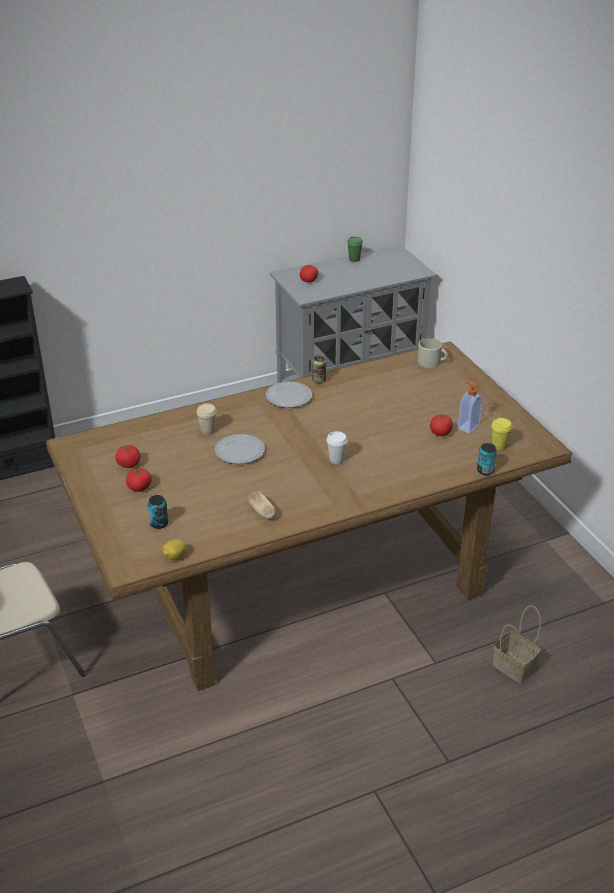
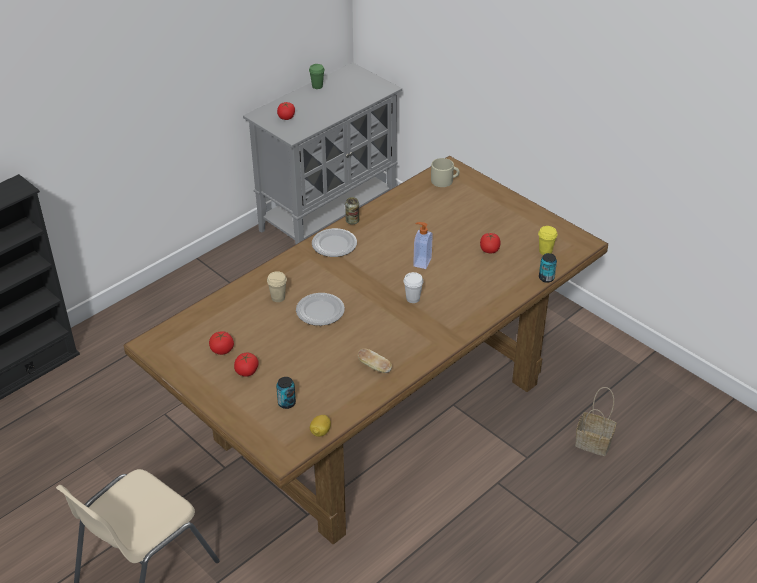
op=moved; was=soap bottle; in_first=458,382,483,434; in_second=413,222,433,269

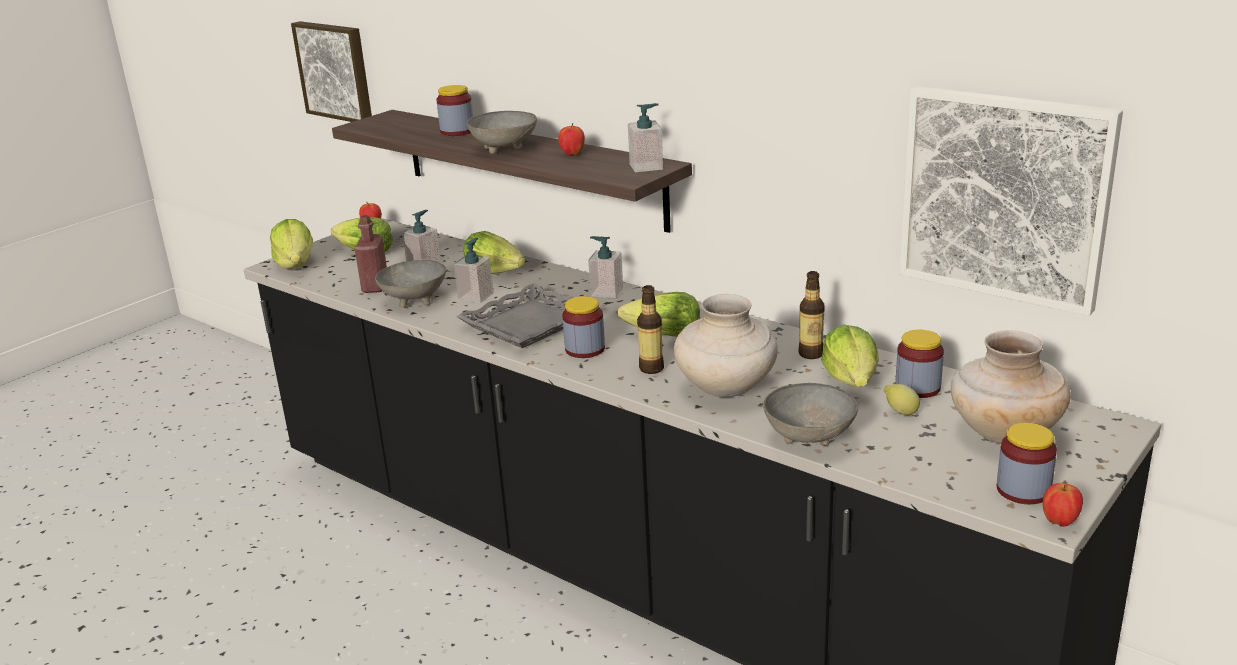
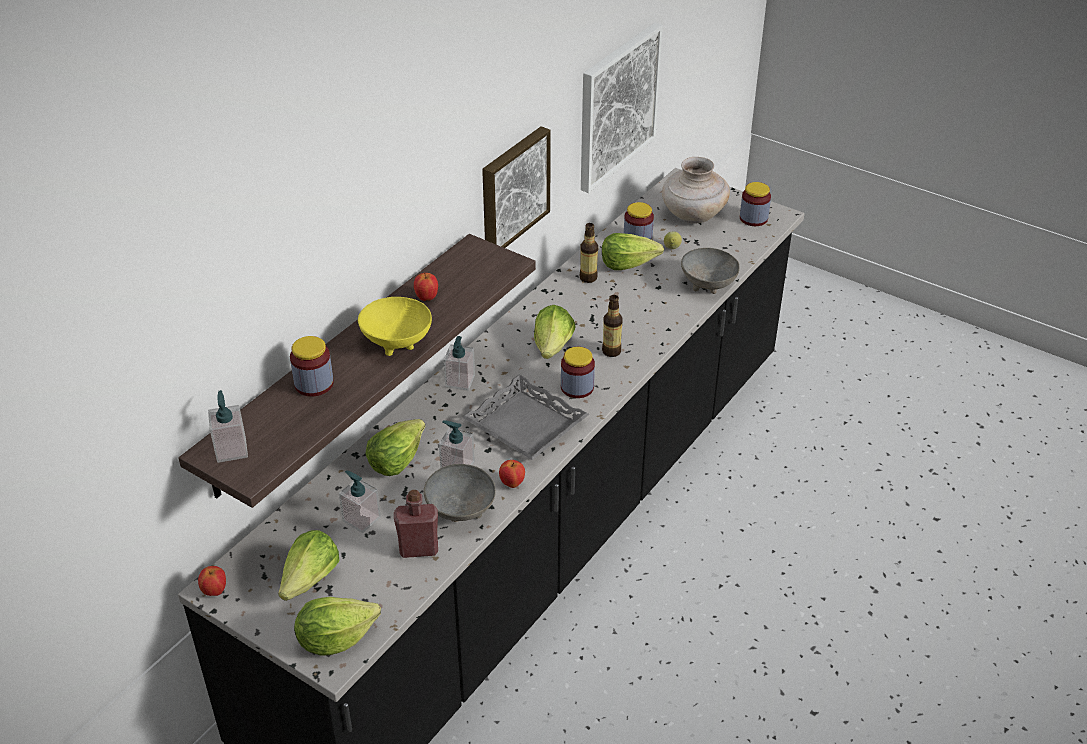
op=moved; was=picture; in_first=291,21,372,122; in_second=482,126,551,248
op=recoloured; was=gray serving bowl; now=yellowish serving bowl; in_first=467,111,537,154; in_second=358,297,432,356
op=moved; was=soap bottle; in_first=628,103,663,172; in_second=208,390,248,463
op=removed; was=sand-coloured vase; in_first=674,294,778,397
op=moved; was=apple fruit; in_first=1043,483,1083,527; in_second=499,460,525,488

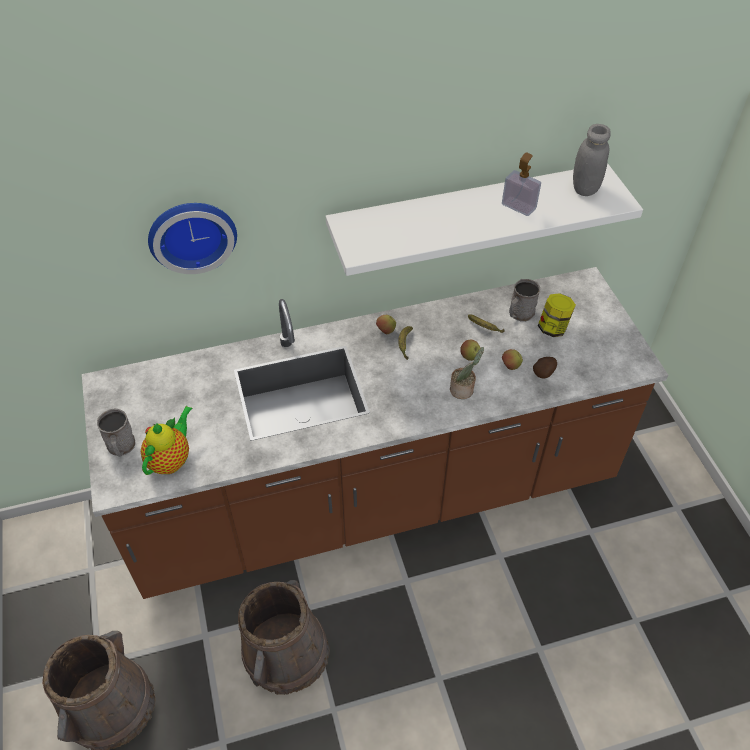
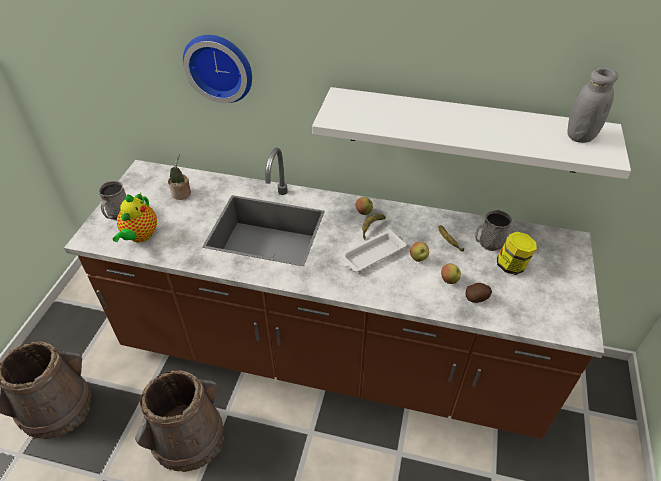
op=turned; was=tea pot; in_first=141,406,193,475; in_second=113,193,157,242; clockwise=135
op=moved; was=houseplant; in_first=450,347,484,399; in_second=168,154,191,200
op=removed; was=soap bottle; in_first=502,152,541,216
op=added; now=white-coloured carrying tray; in_second=340,229,406,272

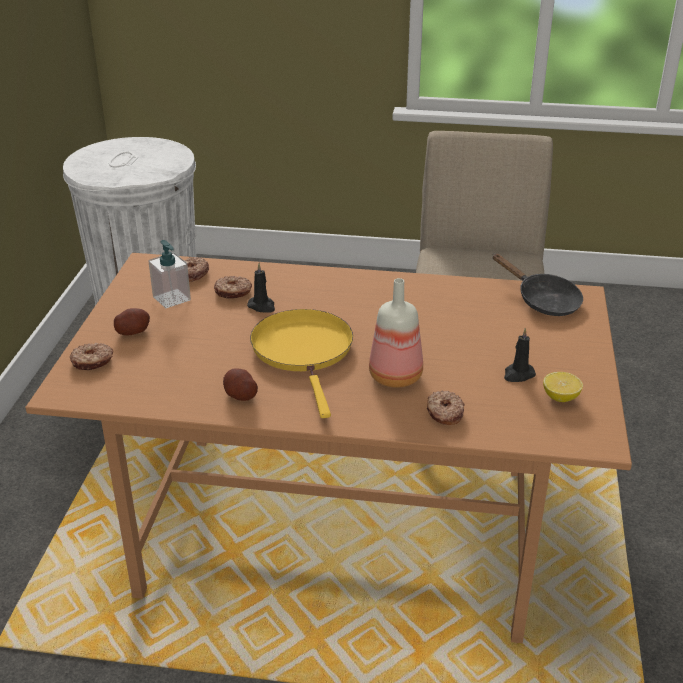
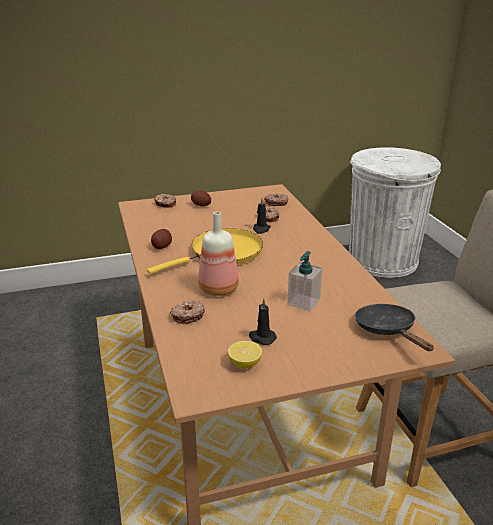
op=moved; was=soap bottle; in_first=148,240,191,308; in_second=287,251,322,311
op=turned; was=blackish skillet; in_first=493,254,583,316; in_second=355,304,434,351; clockwise=135

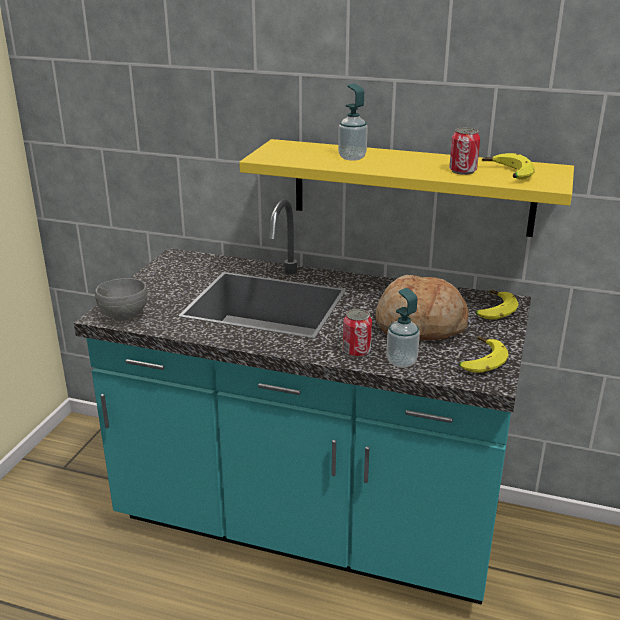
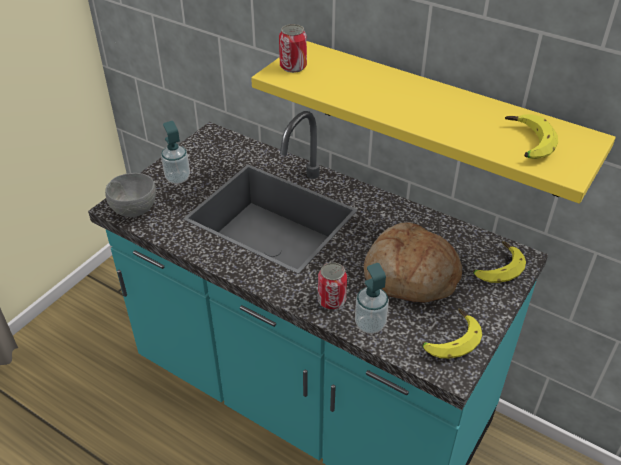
op=moved; was=soap bottle; in_first=338,83,368,161; in_second=161,121,190,184
op=moved; was=can; in_first=449,128,480,175; in_second=279,24,307,73

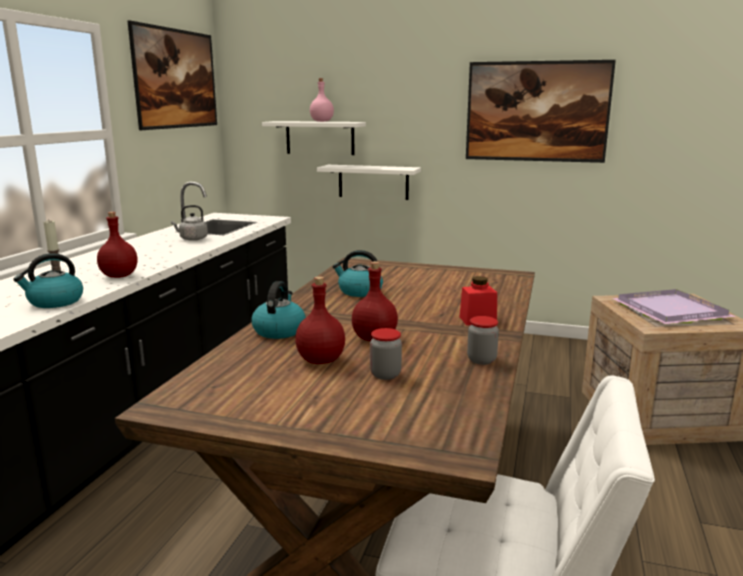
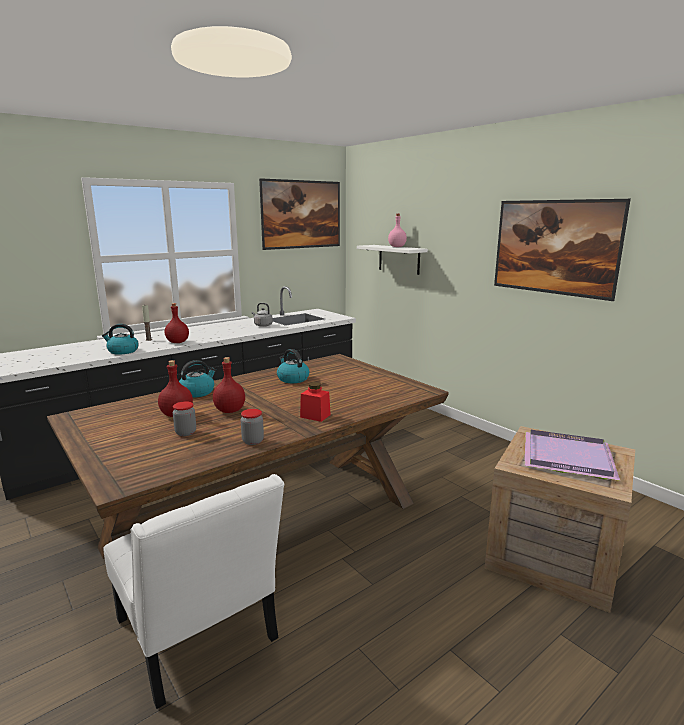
op=removed; was=white-coloured shelf; in_first=317,165,421,200

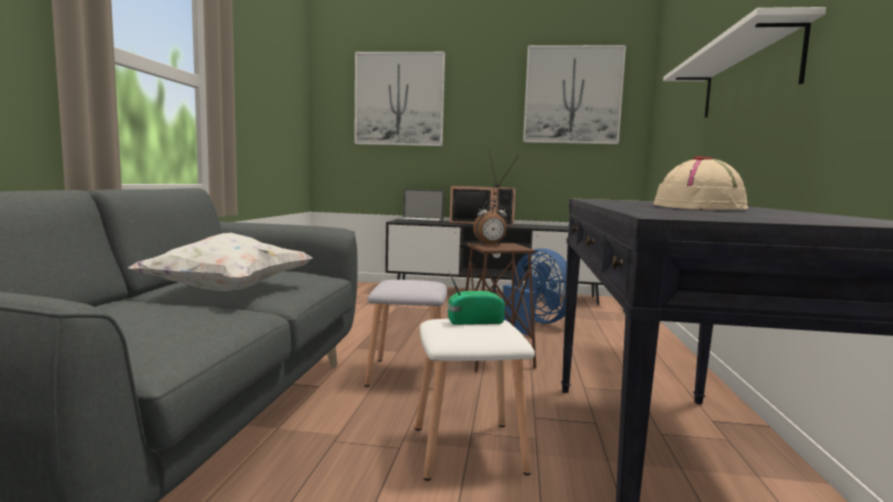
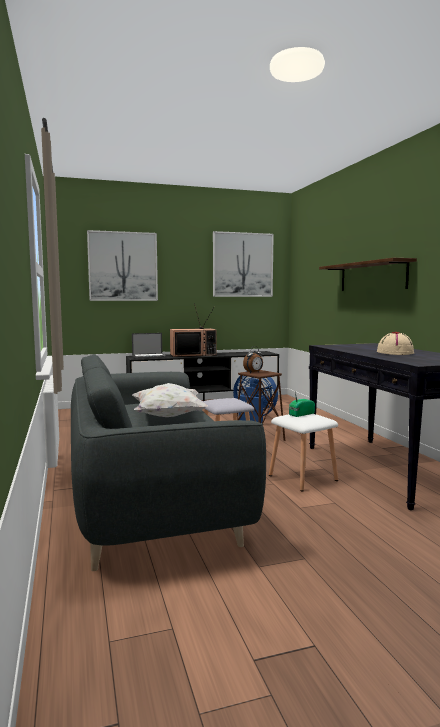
op=recoloured; was=white-coloured shelf; now=brown shelf; in_first=663,7,826,118; in_second=319,258,417,291

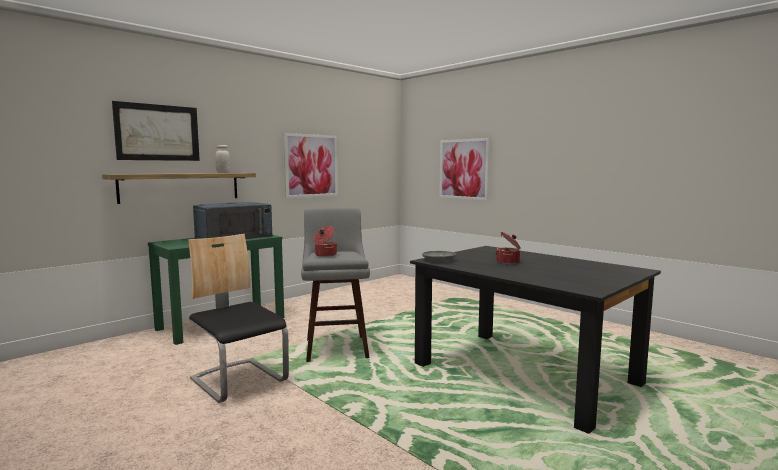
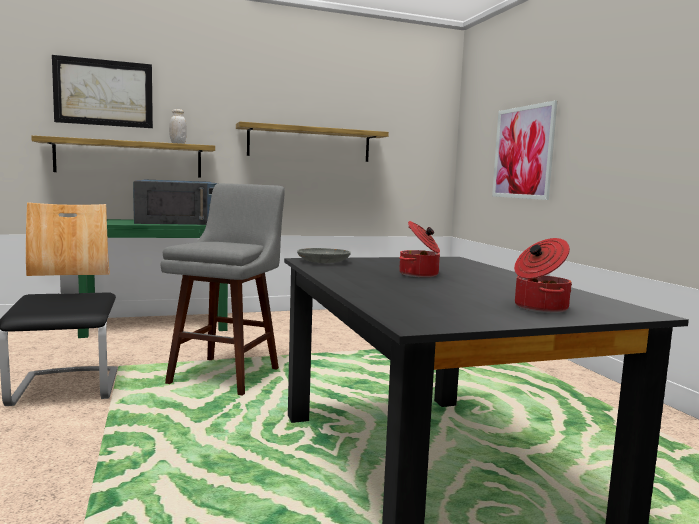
op=replaced; was=picture; now=shelf; in_first=284,133,338,198; in_second=236,122,389,162
op=moved; was=stockpot; in_first=314,226,337,257; in_second=514,238,572,313

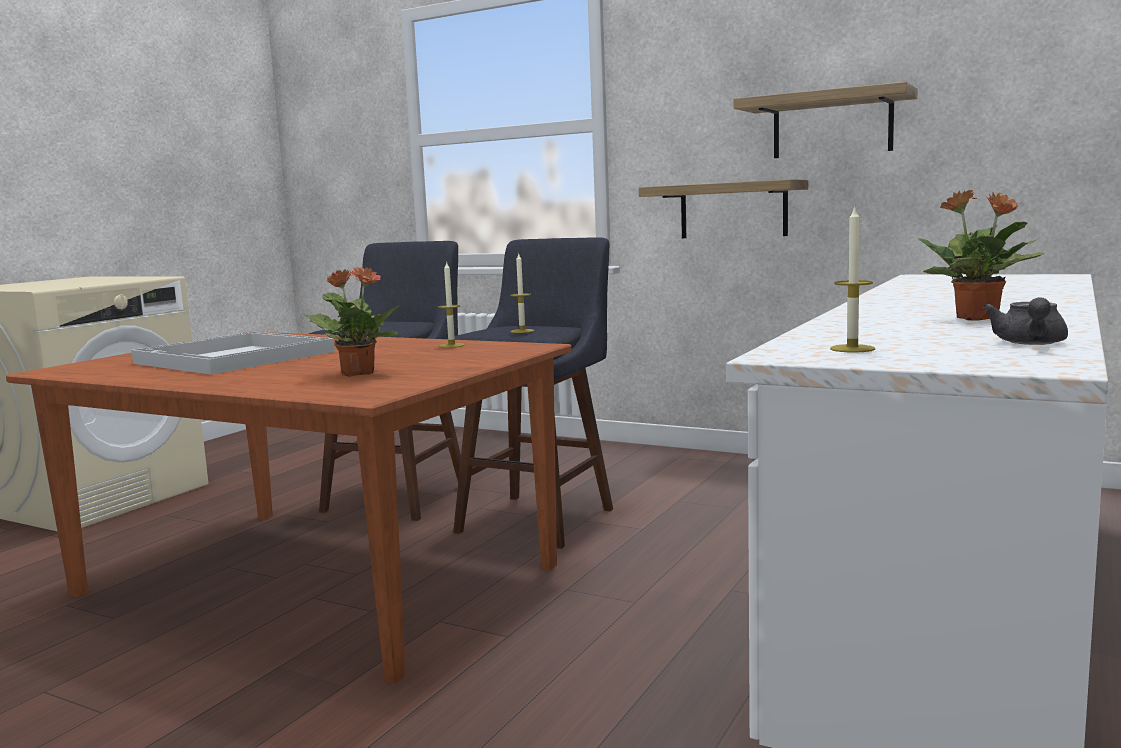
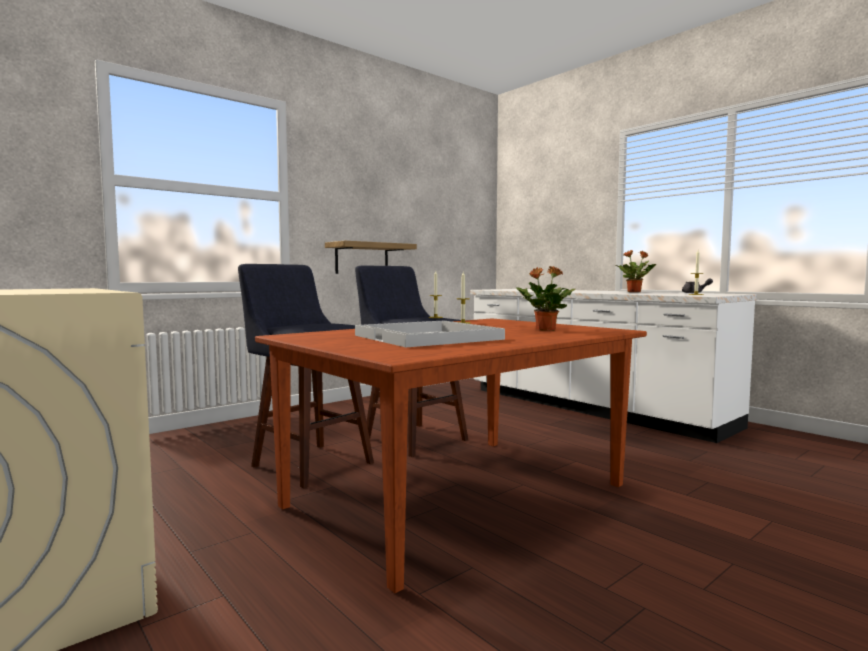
op=removed; was=shelf; in_first=733,82,918,158

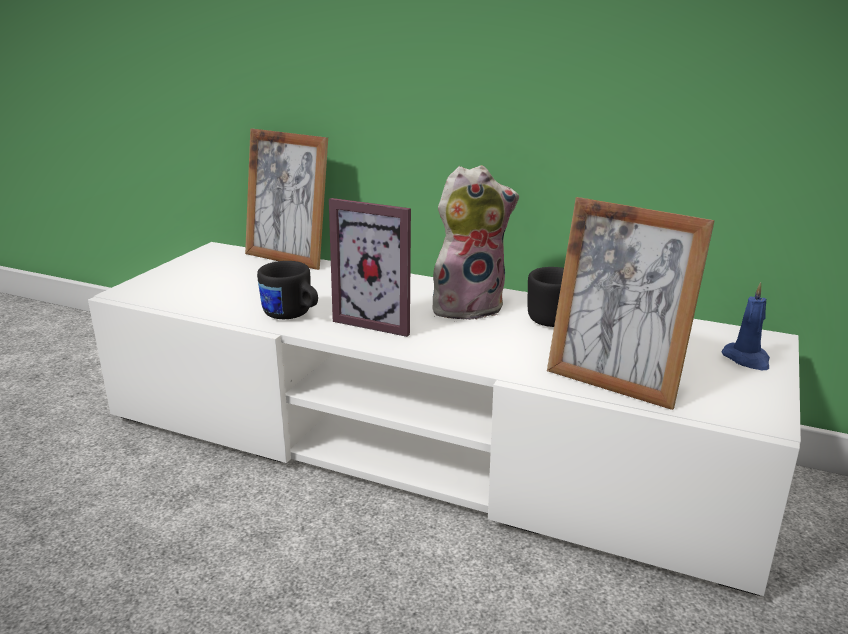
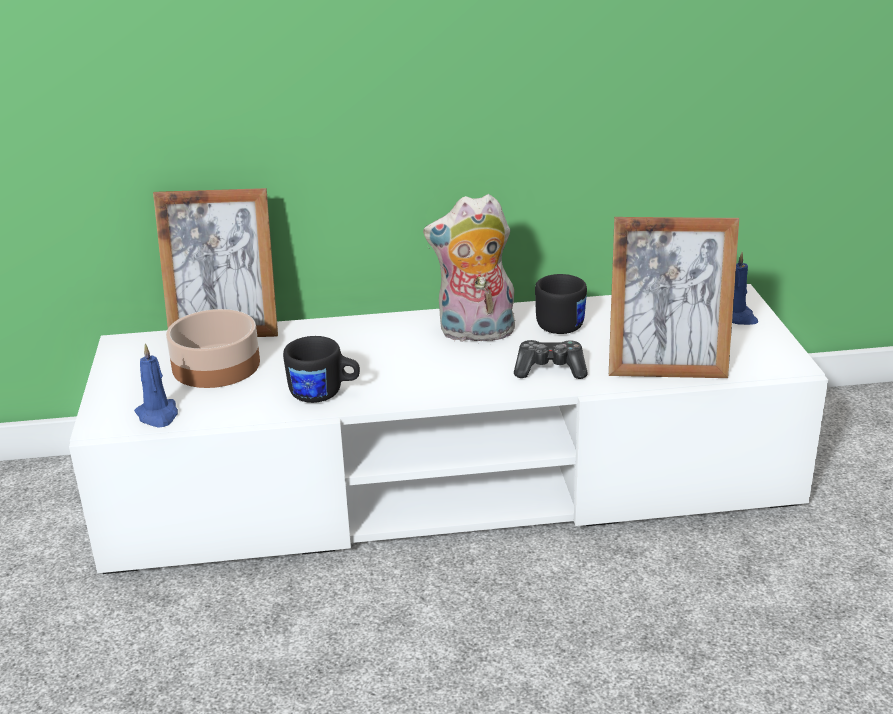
op=removed; was=photo frame; in_first=329,198,411,337
op=turned; was=soft toy; in_first=433,165,519,320; in_second=423,194,515,345; clockwise=-135
op=added; now=blue-coloured wax candle; in_second=134,343,178,428
op=added; now=serving bowl; in_second=166,309,260,388
op=added; now=joypad; in_second=514,340,588,379

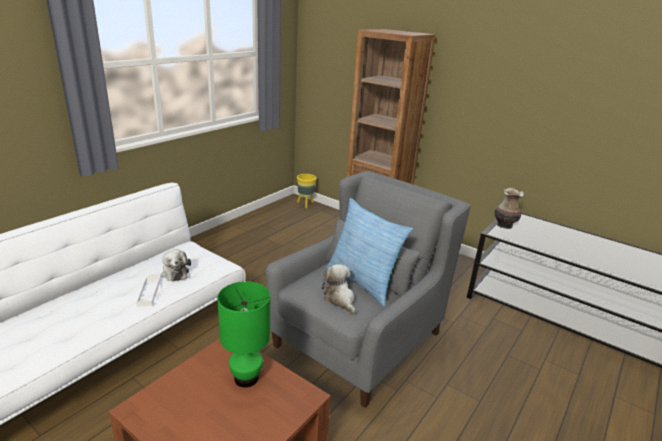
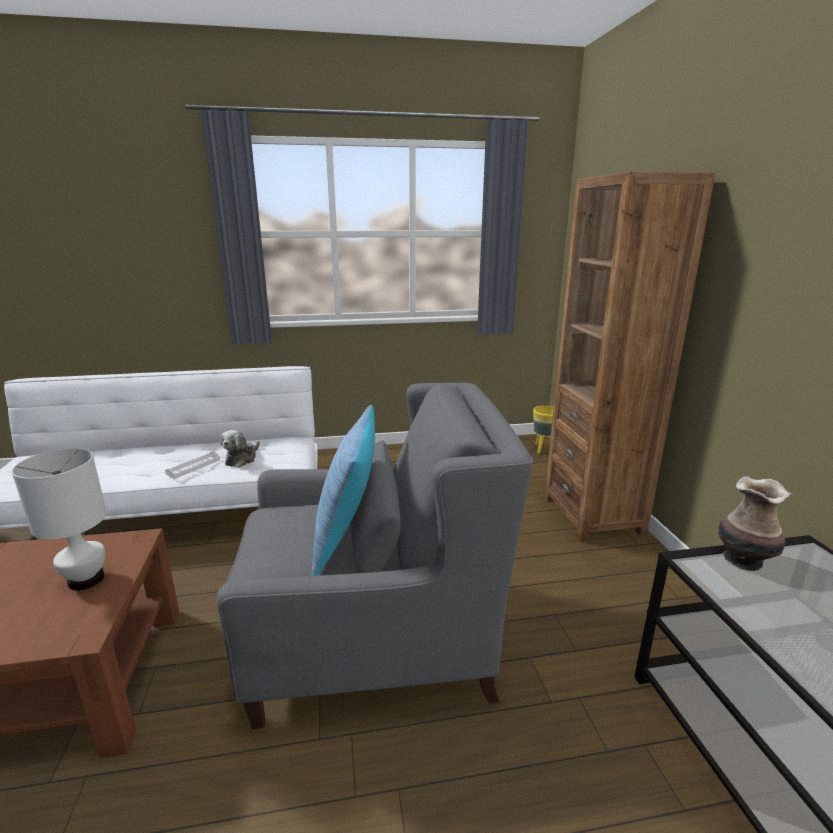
op=recoloured; was=green lamp for a table; now=white-coloured lamp for a table; in_first=217,281,270,388; in_second=12,448,107,591
op=removed; was=soft toy; in_first=322,264,355,314

